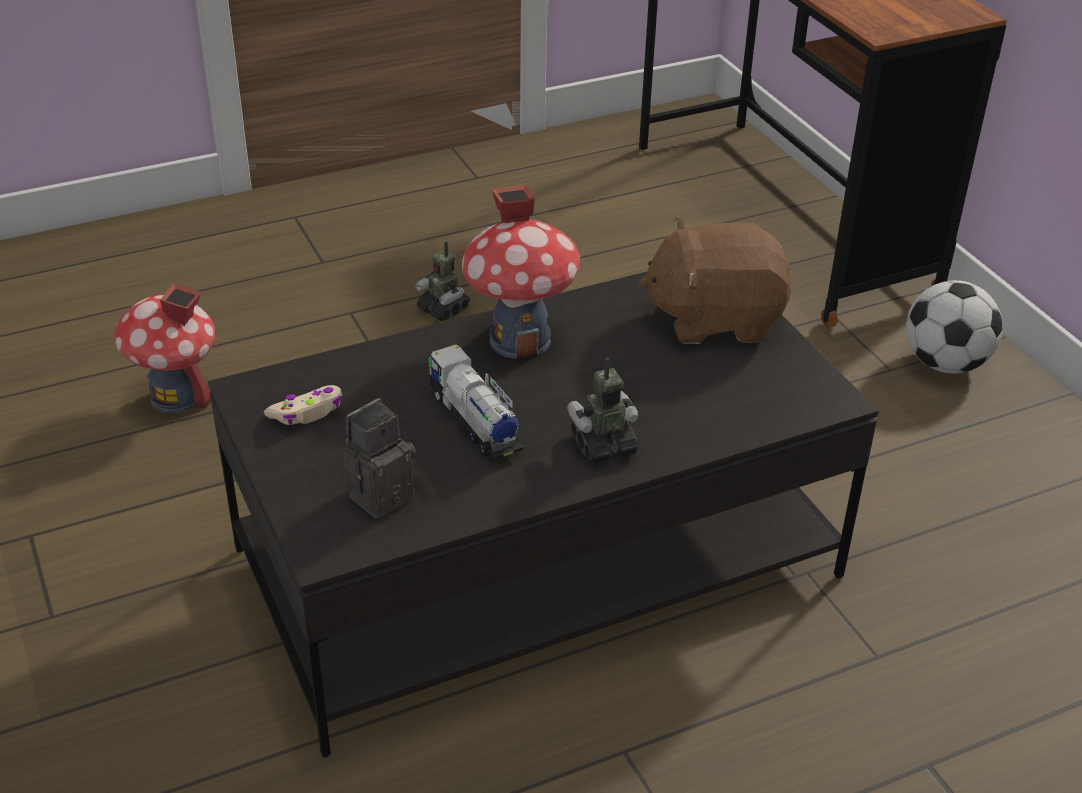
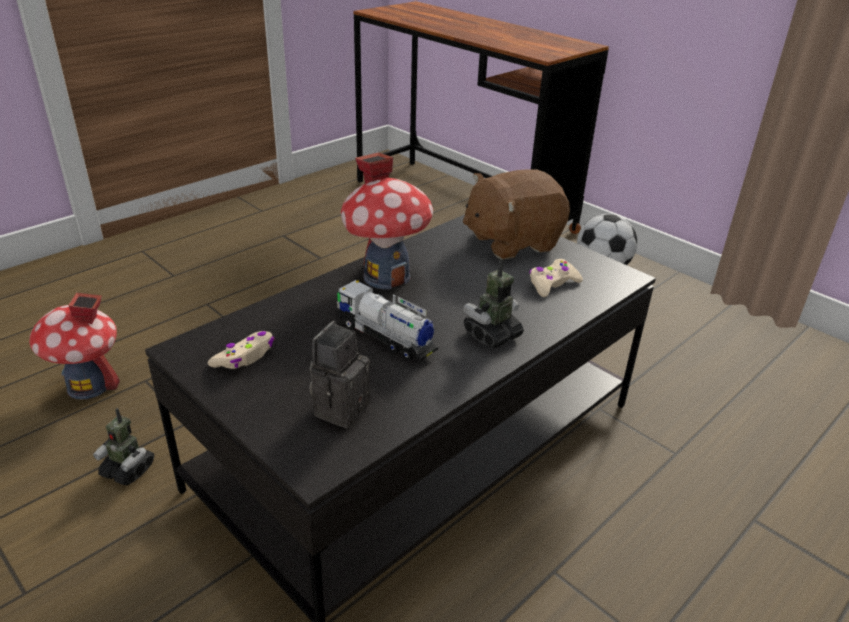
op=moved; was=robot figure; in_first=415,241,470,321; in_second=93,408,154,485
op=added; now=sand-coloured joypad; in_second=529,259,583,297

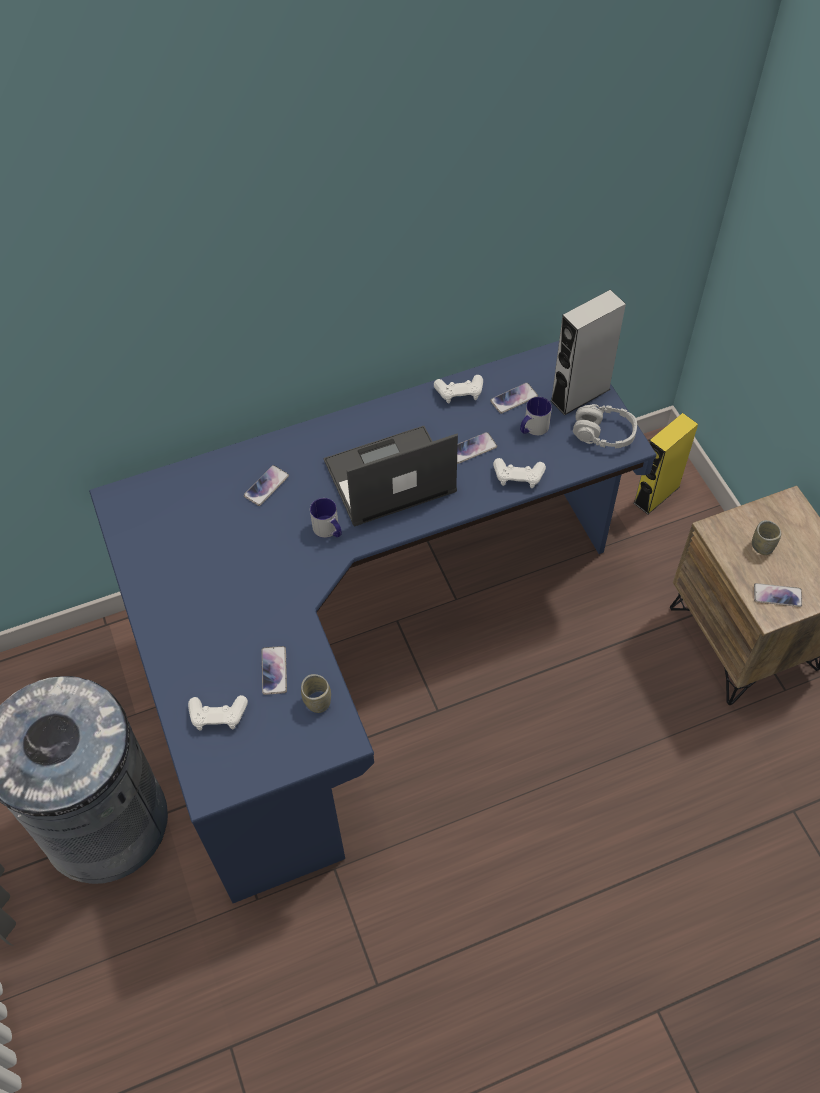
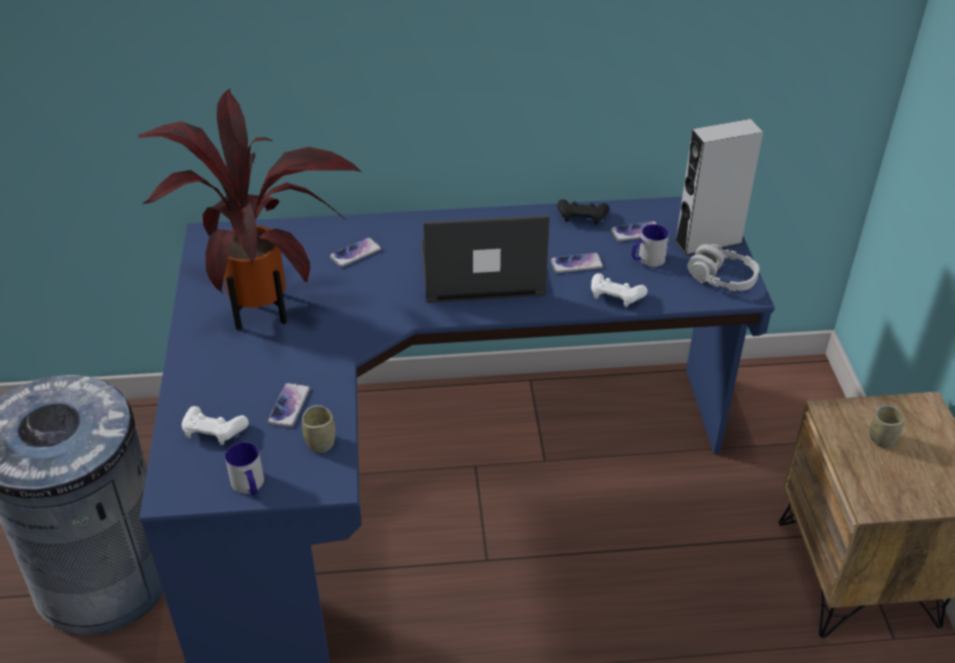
op=moved; was=mug; in_first=310,498,342,538; in_second=225,442,264,495
op=recoloured; was=white-coloured joypad; now=blackish joypad; in_first=434,375,483,403; in_second=557,199,610,225
op=removed; was=yellowish speaker; in_first=634,413,698,514
op=removed; was=phone; in_first=754,583,802,607
op=added; now=houseplant; in_second=138,89,361,330

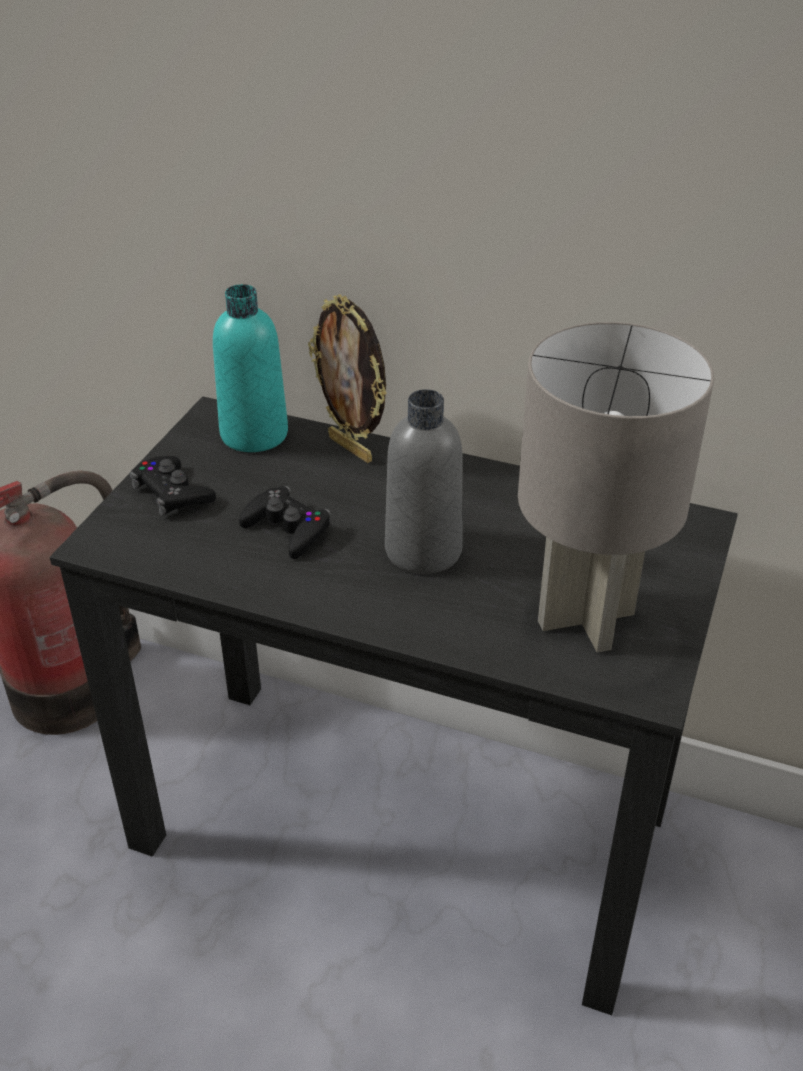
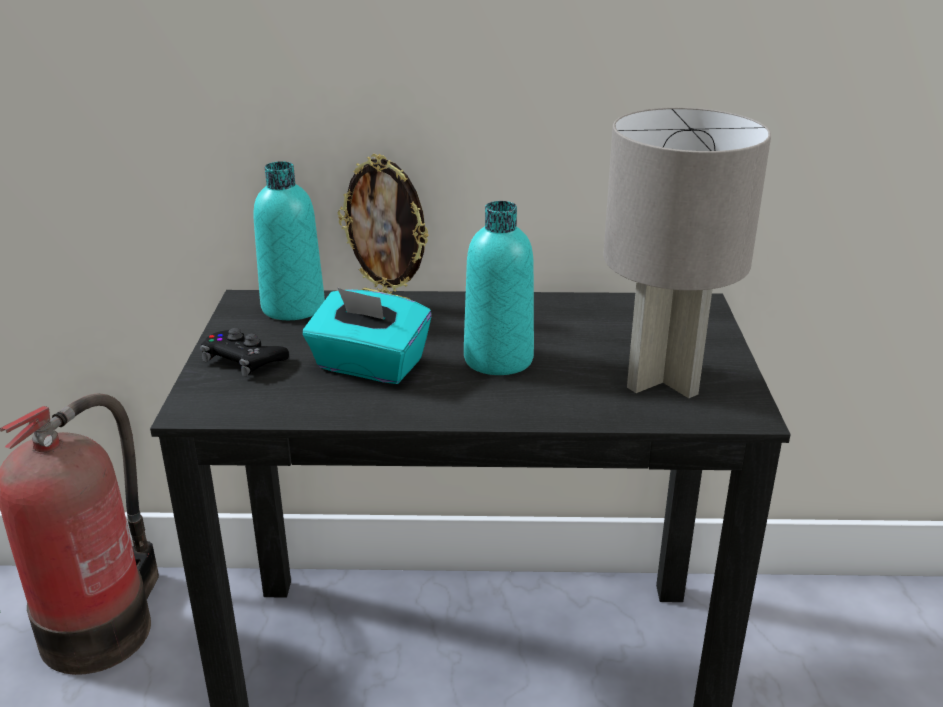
op=replaced; was=blackish joypad; now=blue-green tissue holder; in_first=239,486,331,559; in_second=303,287,432,384
op=recoloured; was=gray drink bottle; now=blue-green drink bottle; in_first=385,389,463,574; in_second=464,201,534,375

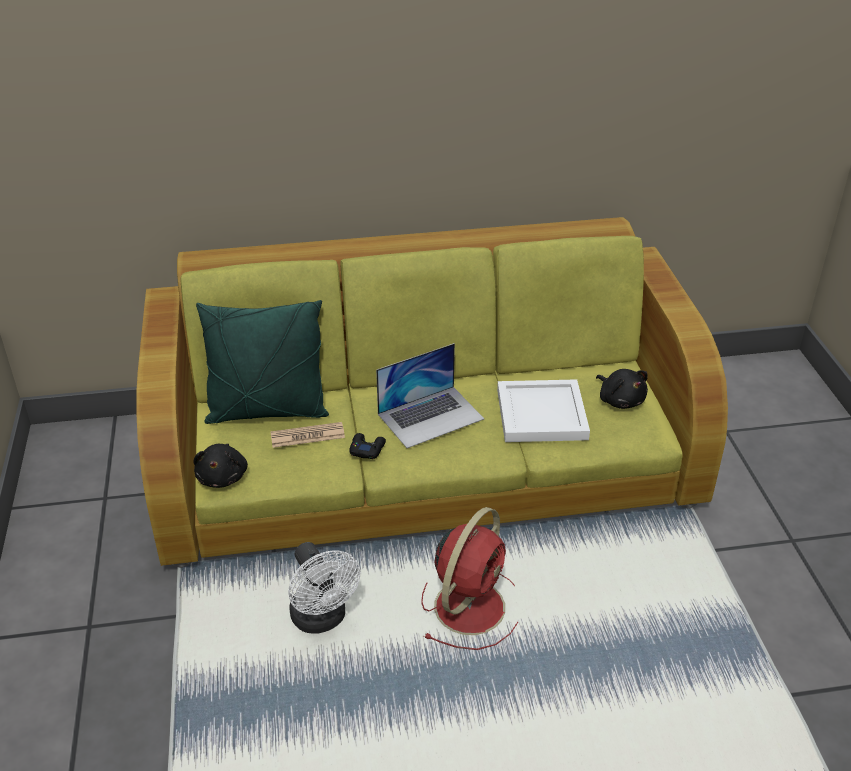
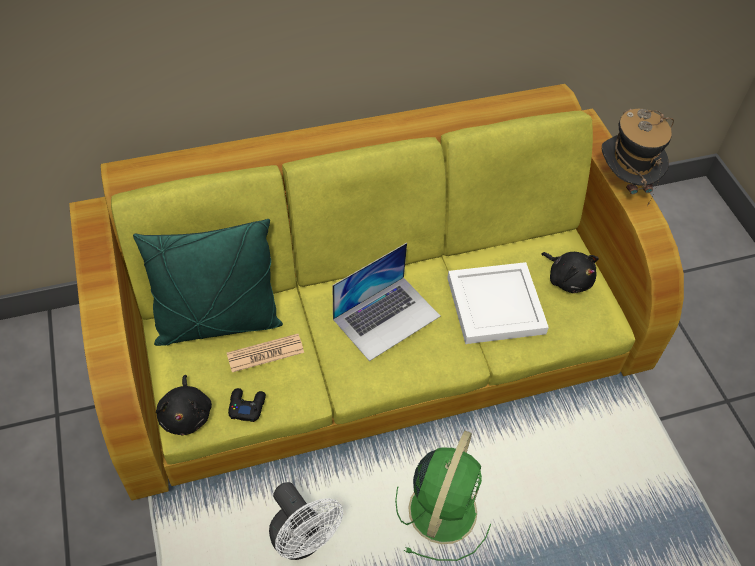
op=moved; was=blackish joypad; in_first=349,433,386,459; in_second=228,388,266,422
op=recoloured; was=red electric fan; now=green electric fan; in_first=421,507,518,650; in_second=395,431,491,561
op=added; now=hat; in_second=602,109,674,206

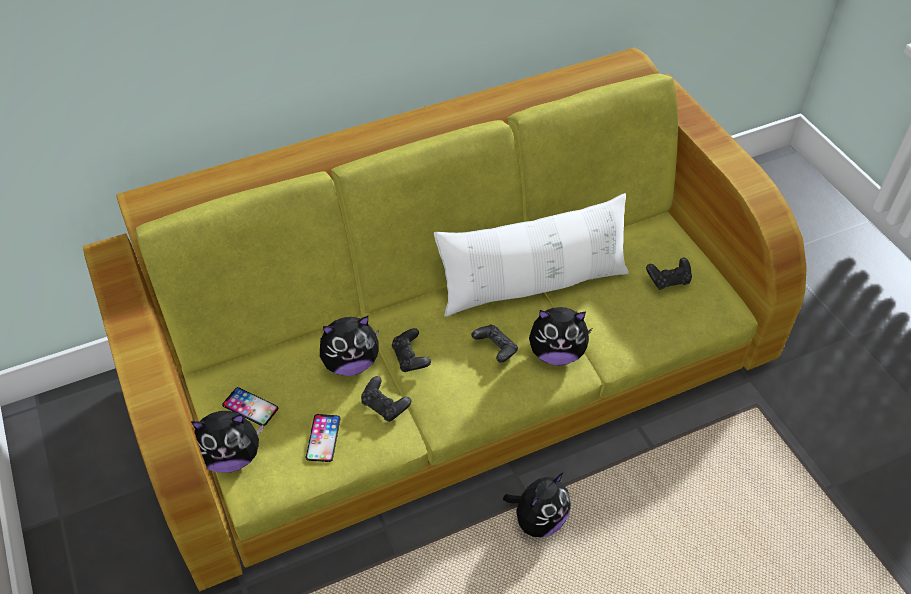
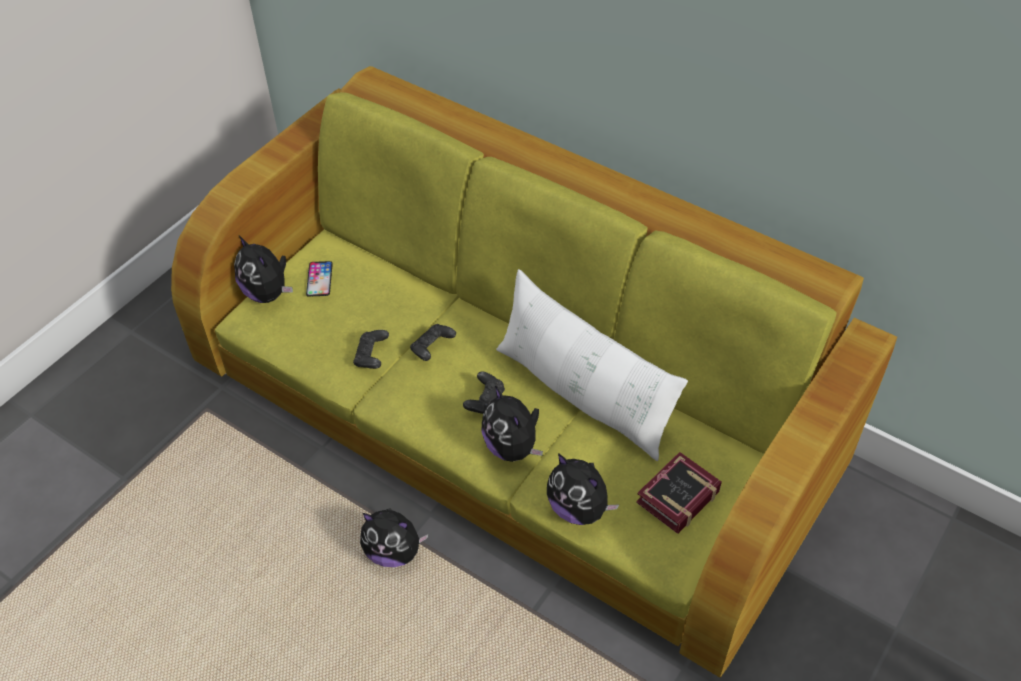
op=removed; was=phone; in_first=306,414,341,462
op=moved; was=soft toy; in_first=320,316,379,376; in_second=547,453,619,525
op=replaced; was=blackish joypad; now=book; in_first=646,258,692,290; in_second=636,452,722,534

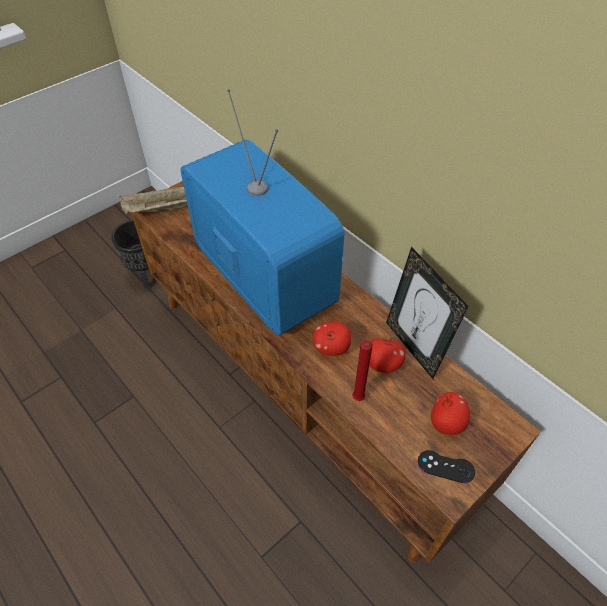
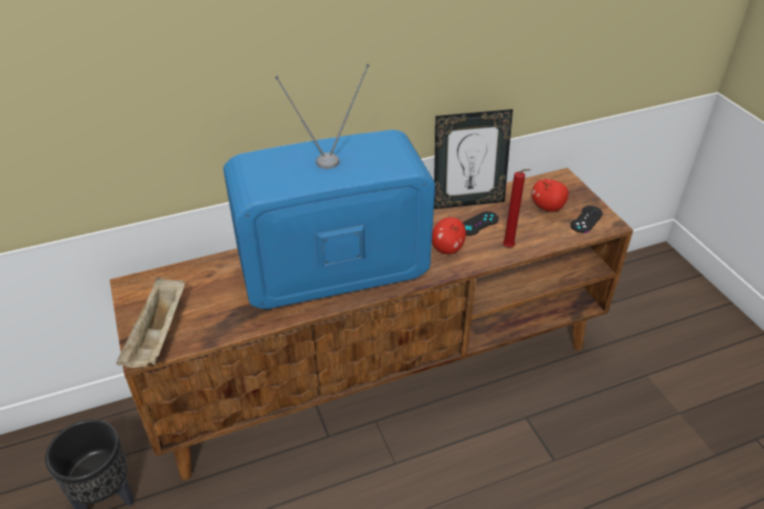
op=replaced; was=apple fruit; now=blackish joypad; in_first=369,337,406,373; in_second=462,211,499,236

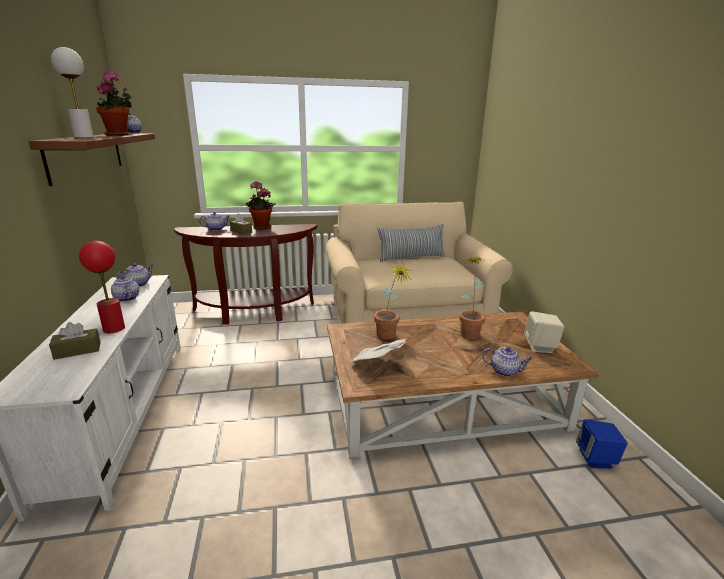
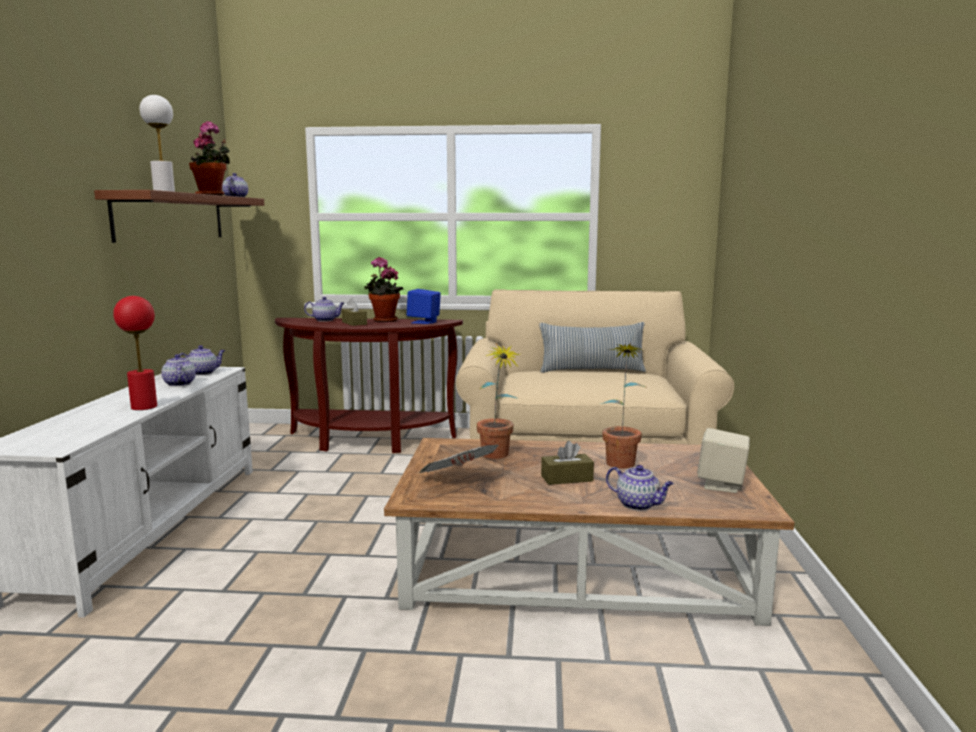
op=moved; was=brown tissue holder; in_first=49,322,101,360; in_second=541,441,594,485
op=moved; was=blue-coloured speaker; in_first=576,420,628,469; in_second=407,289,441,324

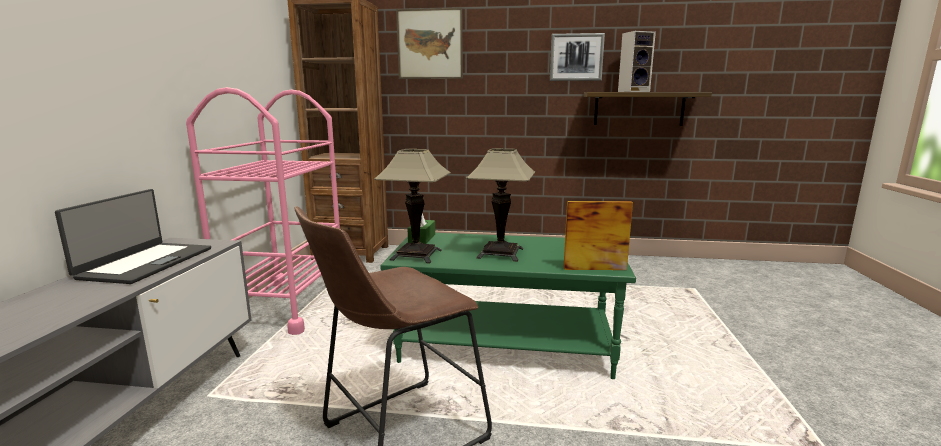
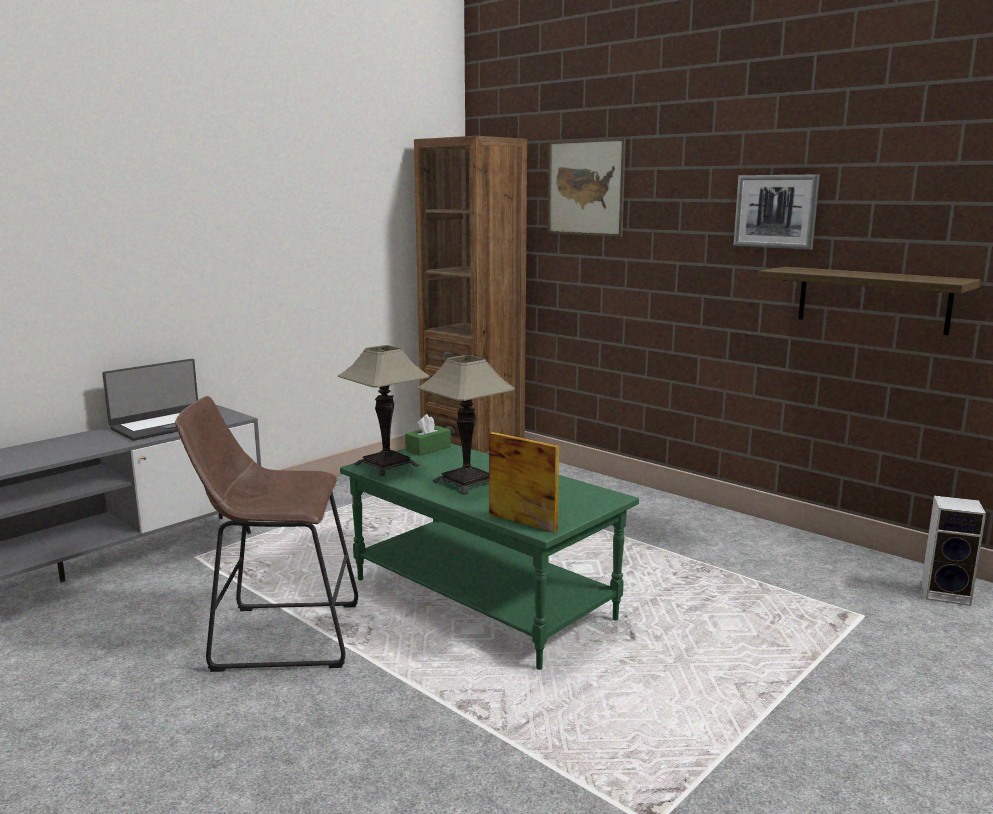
op=removed; was=pink-coloured trolley; in_first=186,87,340,335
op=moved; was=speaker; in_first=618,31,656,92; in_second=921,495,986,606

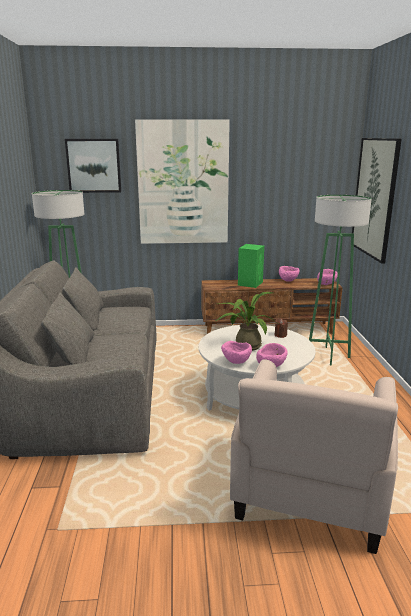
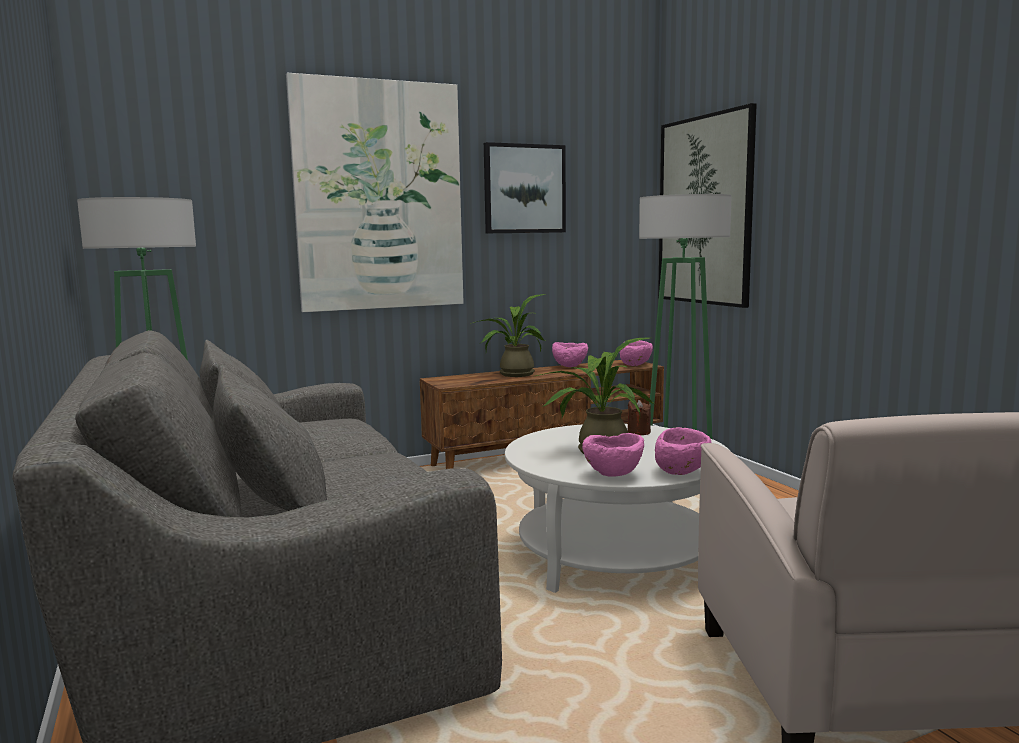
op=moved; was=picture; in_first=65,139,121,193; in_second=484,142,566,233
op=replaced; was=green speaker; now=houseplant; in_first=238,244,264,288; in_second=470,294,546,377

